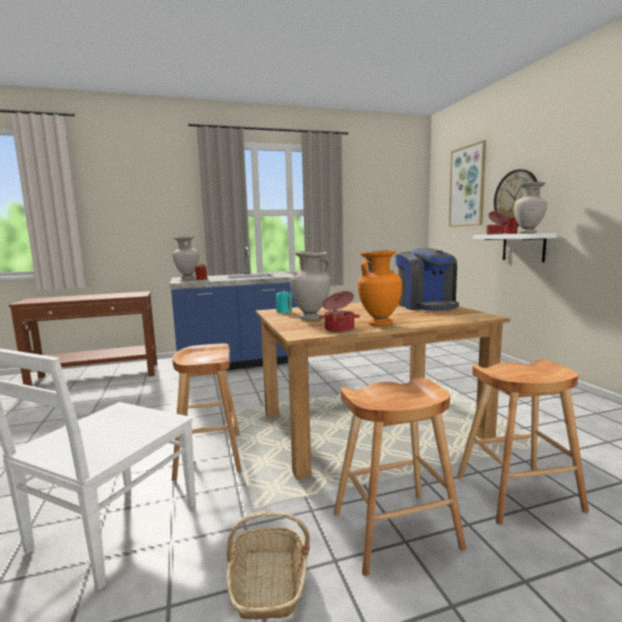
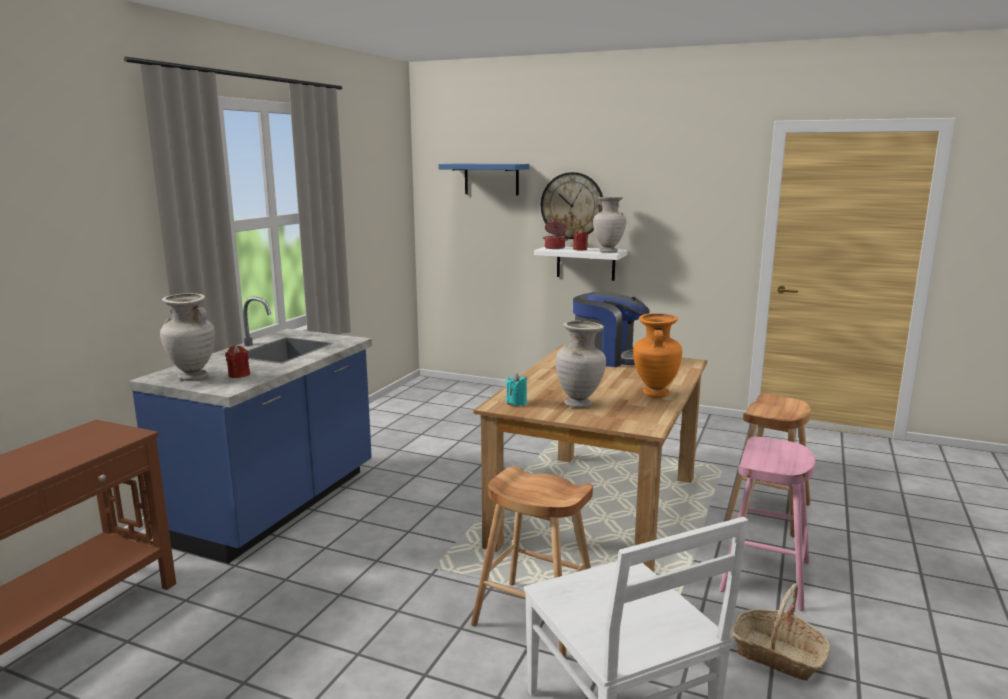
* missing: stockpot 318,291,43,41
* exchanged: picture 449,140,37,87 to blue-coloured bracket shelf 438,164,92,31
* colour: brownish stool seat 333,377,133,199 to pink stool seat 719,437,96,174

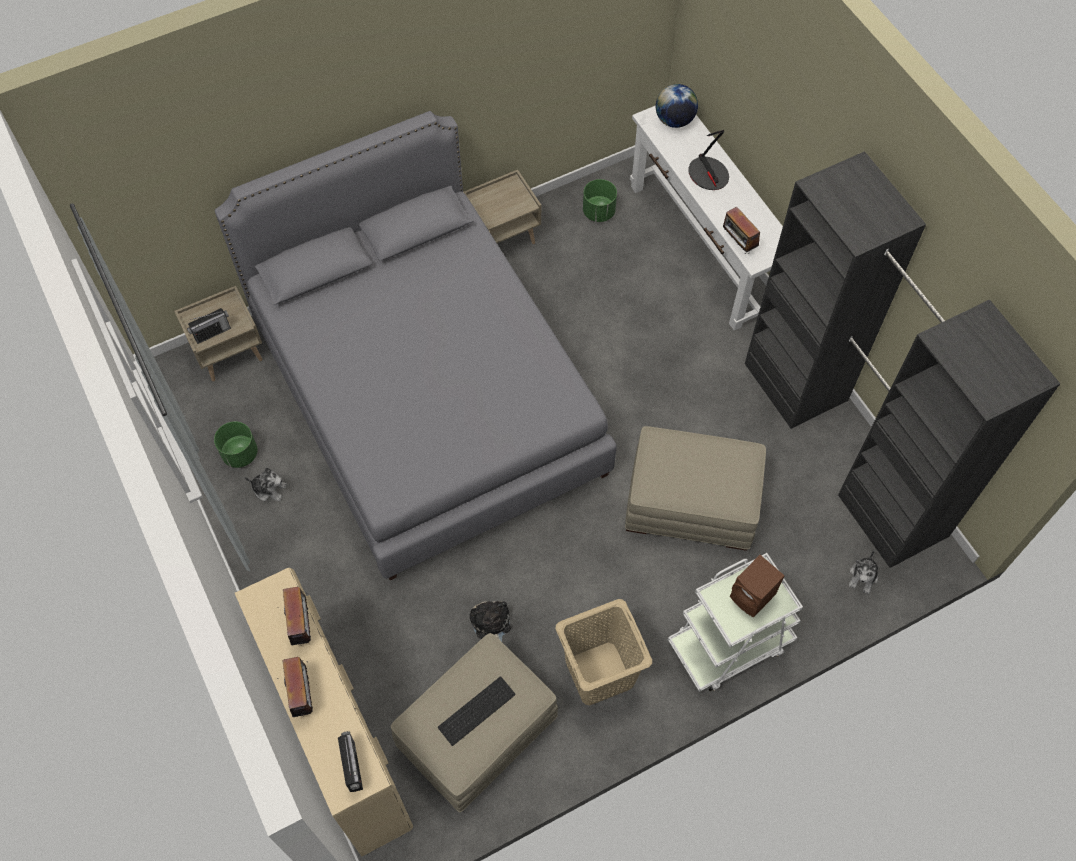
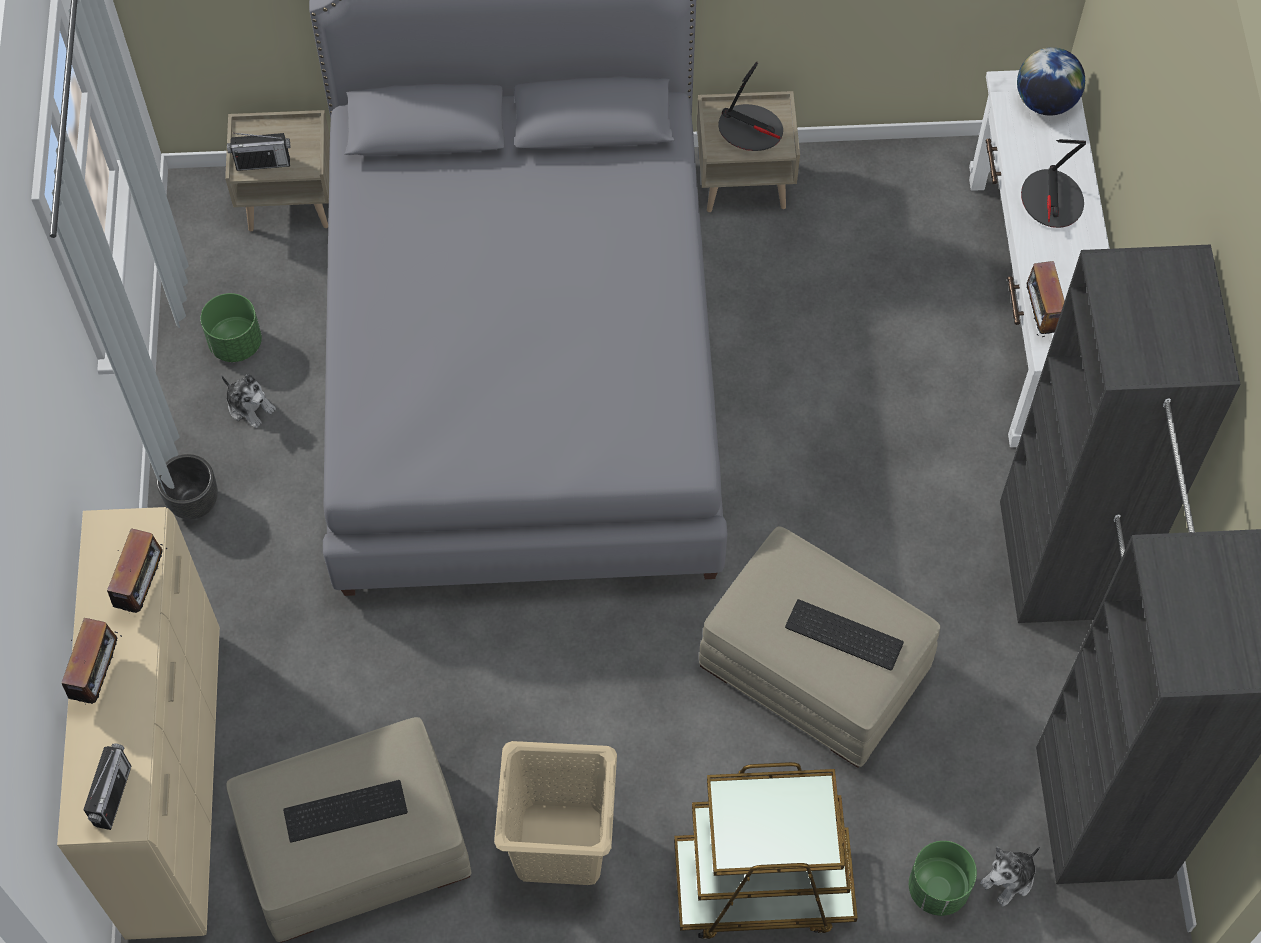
* missing: plush toy 469,601,42,41
* missing: brownish speaker 730,555,55,62
* appeared: black-coloured plant pot 157,454,61,66
* appeared: tabletop lamp 718,61,65,90
* appeared: keyboard 785,599,119,71
* relocated: greenish plant pot 583,179,34,43 to 909,841,68,75
* colour: white-coloured wheeled cart 668,553,135,139 to brownish wheeled cart 674,762,184,178

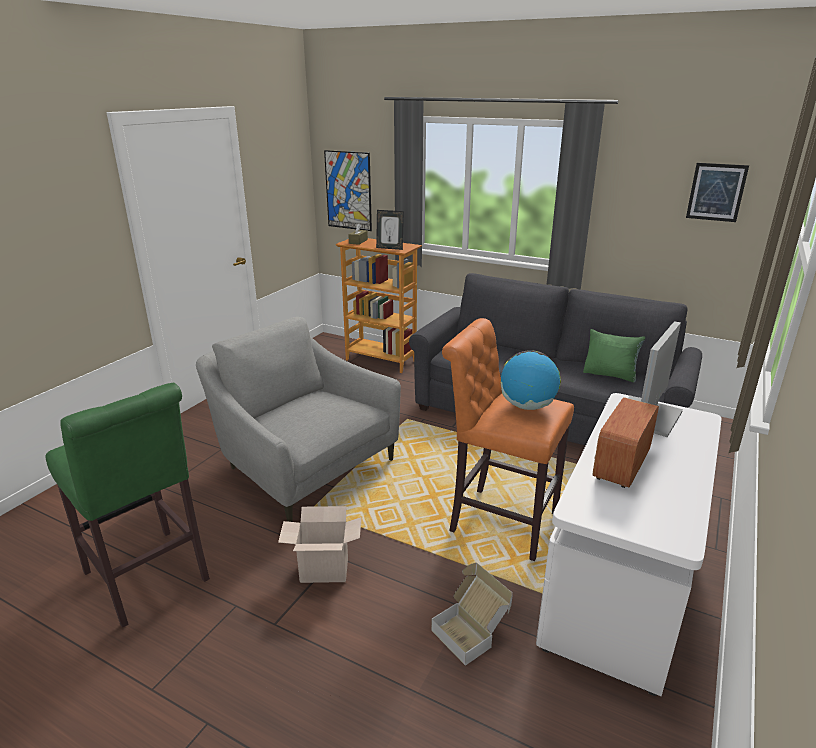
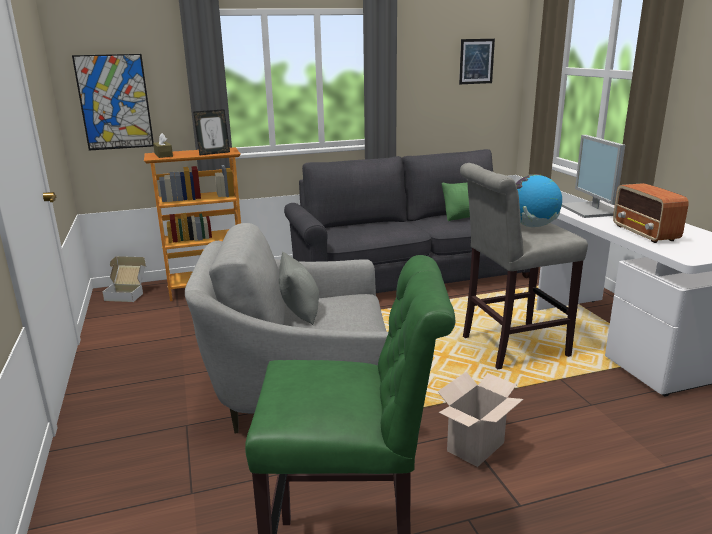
* appeared: gray pillow 279,251,40,74
* relocated: carton 431,563,82,103 to 103,256,43,46
* colour: orangey stool seat 442,318,132,243 to gray stool seat 460,163,128,206

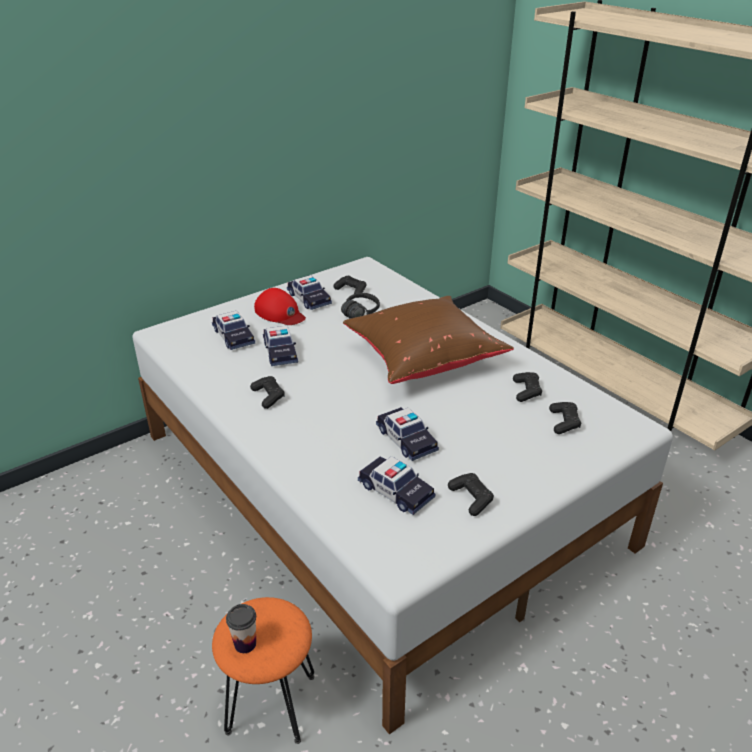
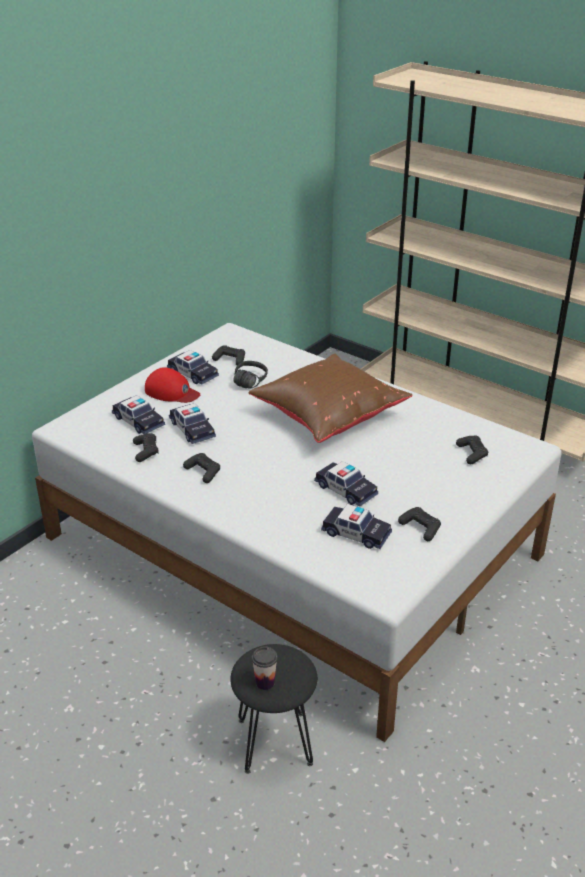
* relocated: black-coloured gamepad 513,372,29,30 to 133,433,25,29
* colour: orangey stool seat 212,597,102,147 to black-coloured stool seat 230,644,87,130

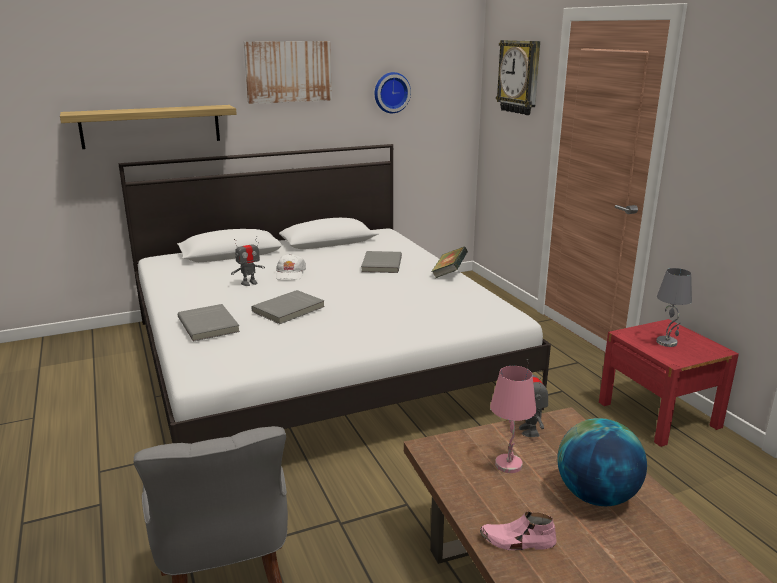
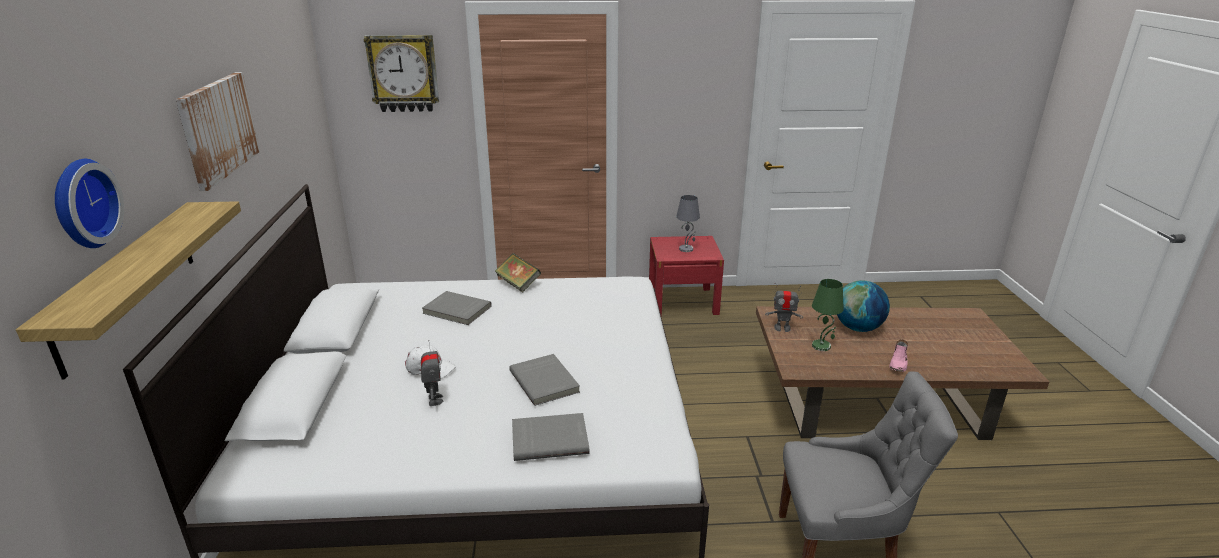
* relocated: hanging clock 375,72,36,41 to 55,159,69,89
* colour: pink tabletop lamp 490,366,46,107 to greenish tabletop lamp 812,279,32,72

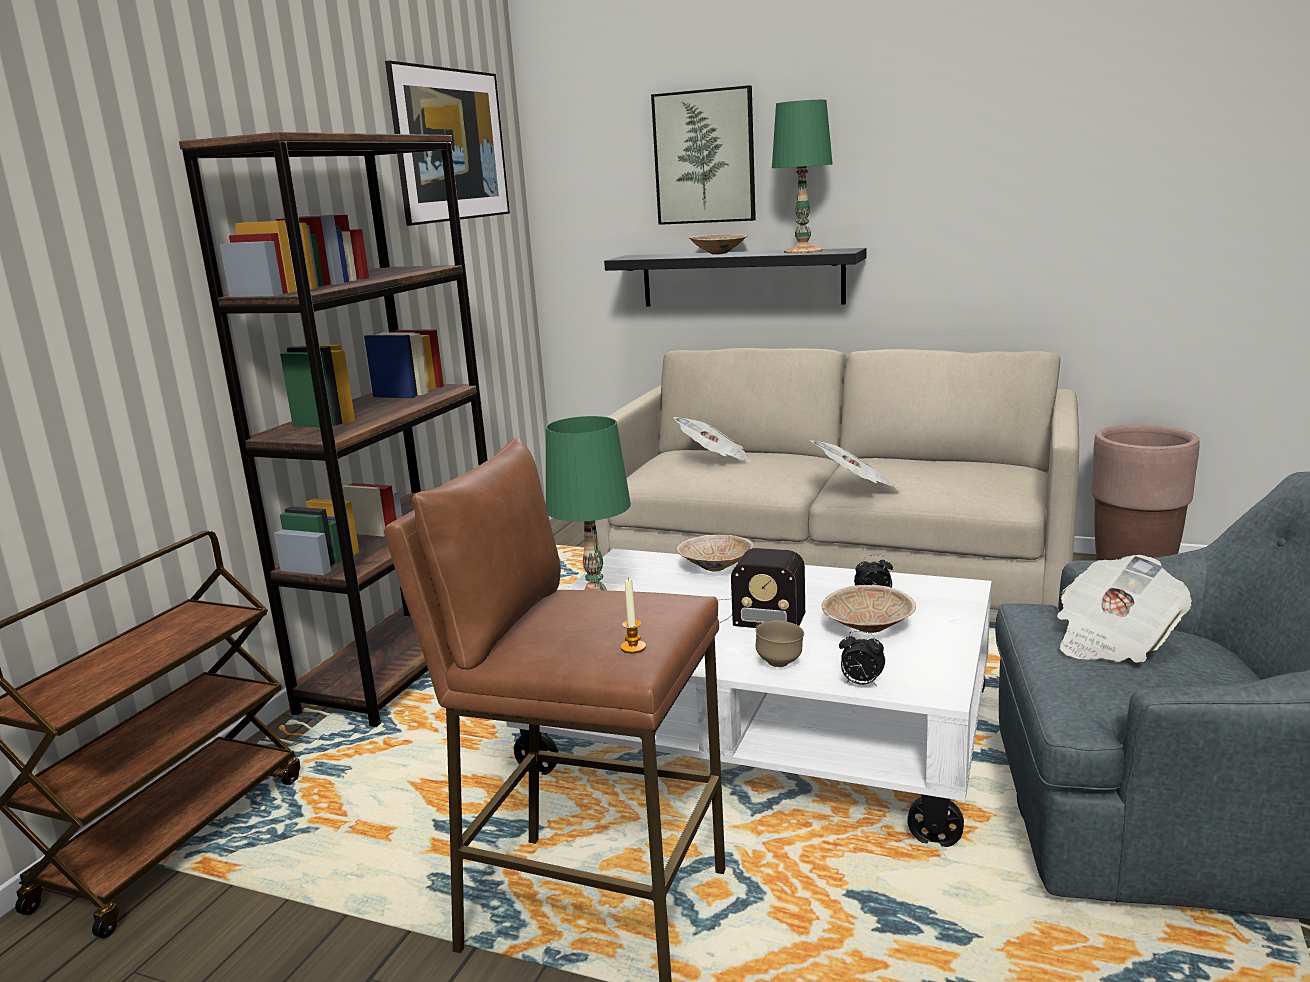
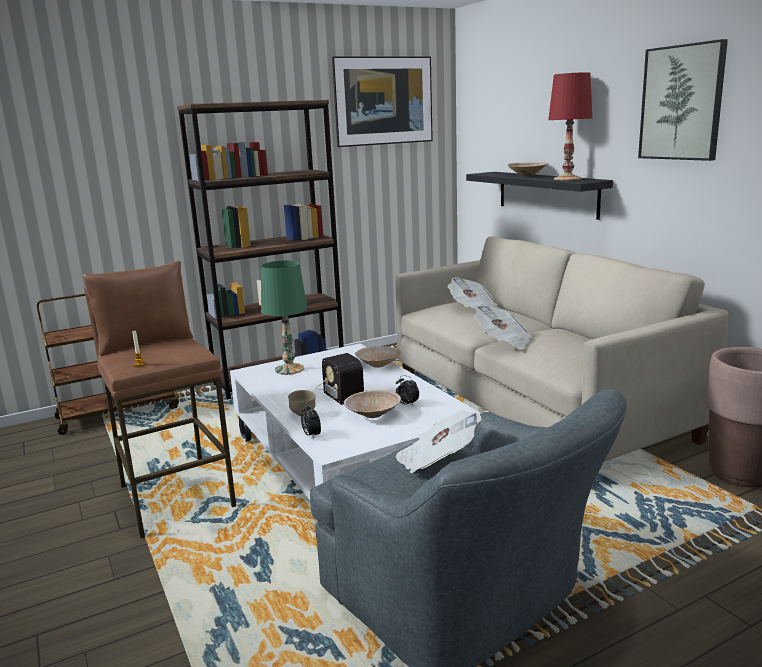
* relocated: picture 651,85,105,140 to 638,39,90,122
* colour: greenish tabletop lamp 772,100,61,153 to red tabletop lamp 548,72,44,108

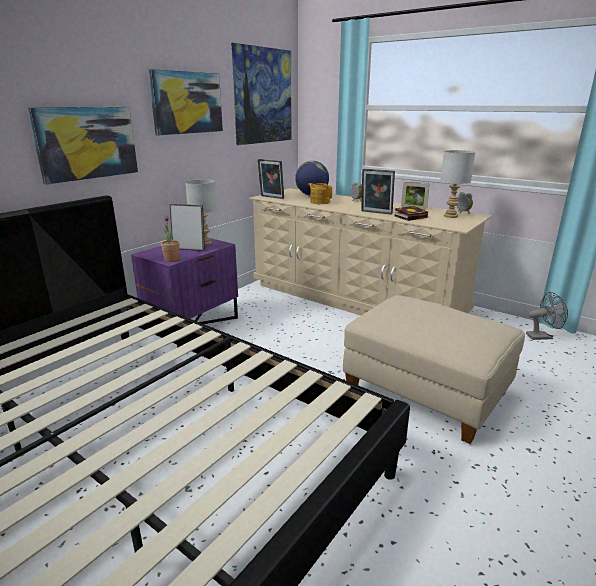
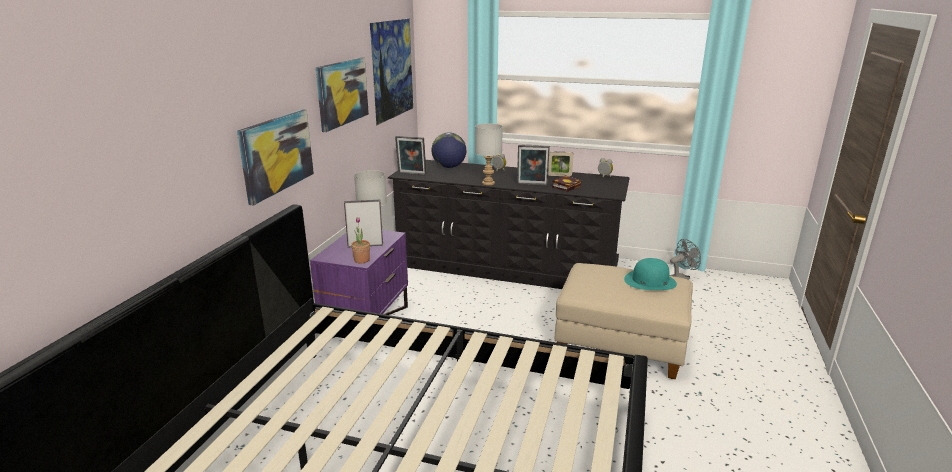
* missing: tea pot 308,183,24,21
* appeared: blue-green clothing hat 624,258,53,32
* relocated: gray tabletop lamp 440,150,35,68 to 475,123,28,62
* colour: beige dresser 249,188,243,128 to black-coloured dresser 388,160,242,129

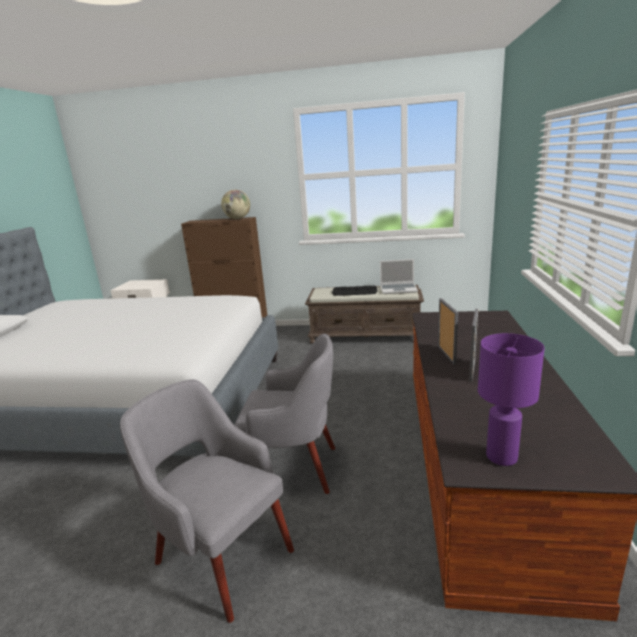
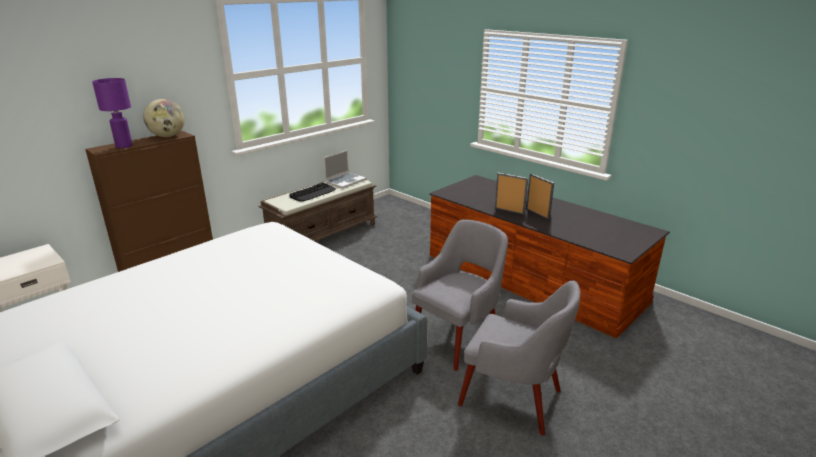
* relocated: purple tabletop lamp 478,333,67,133 to 92,78,40,70
* spun: gray easy chair 120,379,174,244 = 458,280,122,155 135 degrees counterclockwise

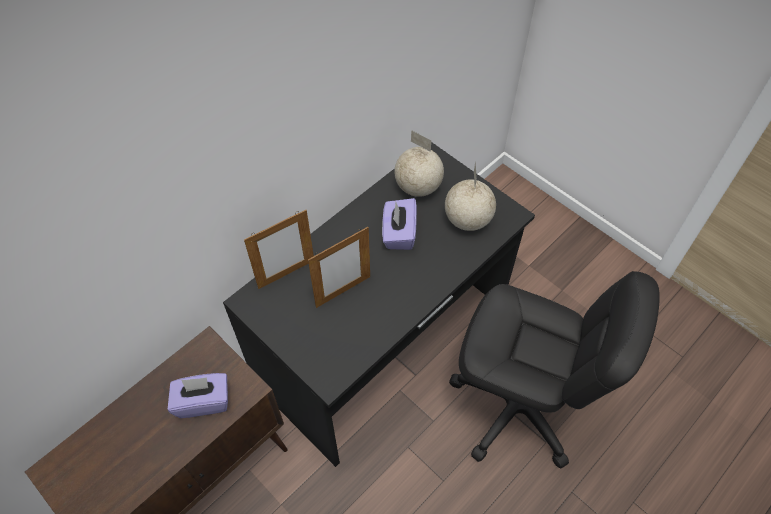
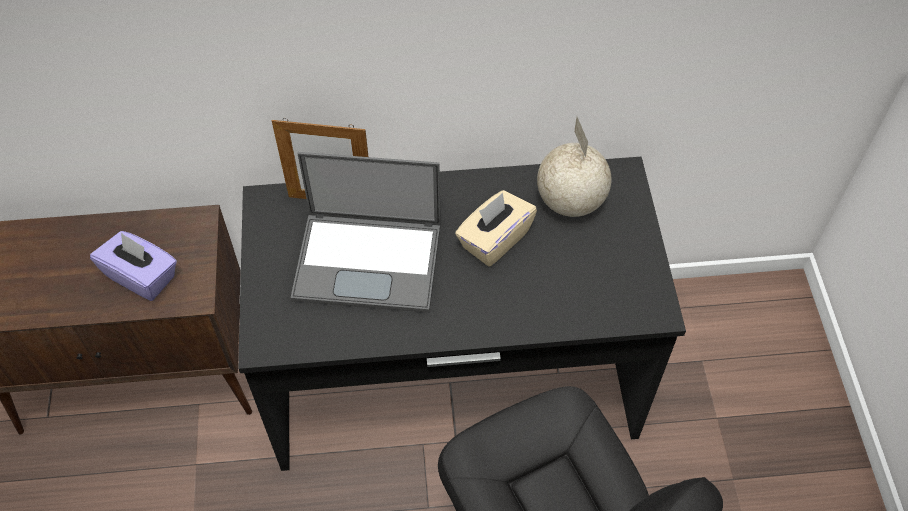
* missing: world globe 445,160,51,71
* exchanged: picture frame 308,227,62,81 to notebook computer 291,152,150,161
* colour: purple tissue holder 382,198,35,52 to beige tissue holder 455,190,82,76

